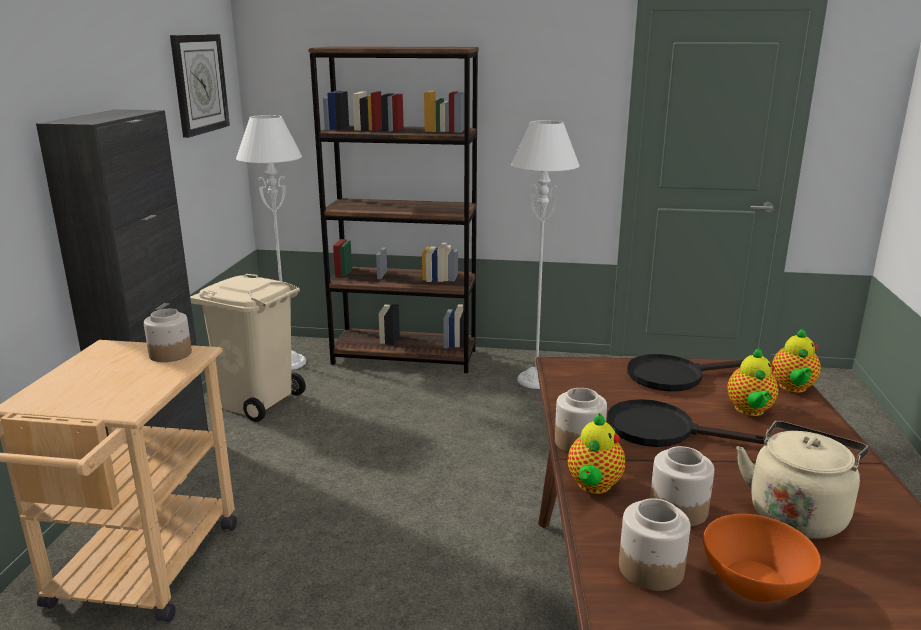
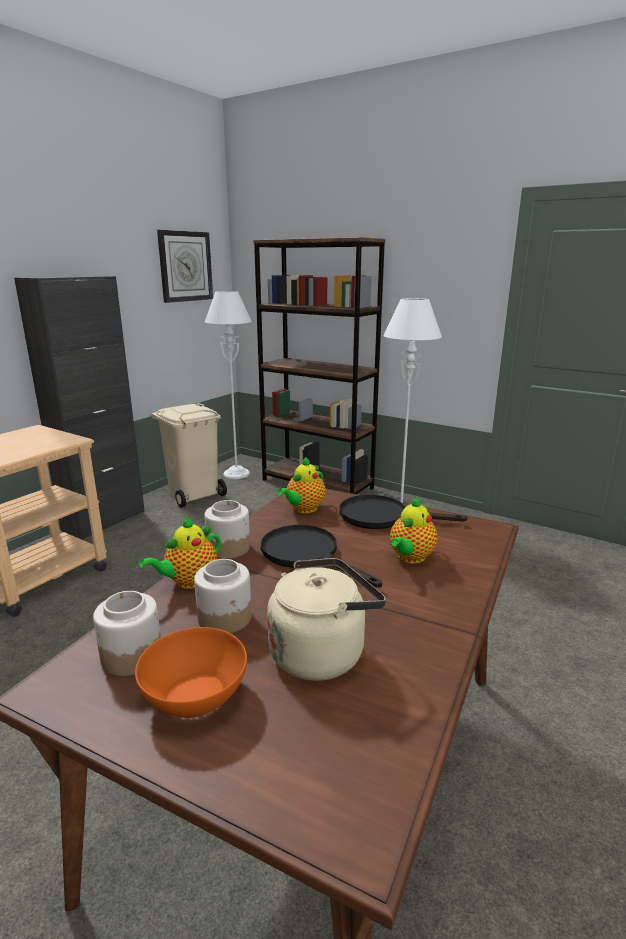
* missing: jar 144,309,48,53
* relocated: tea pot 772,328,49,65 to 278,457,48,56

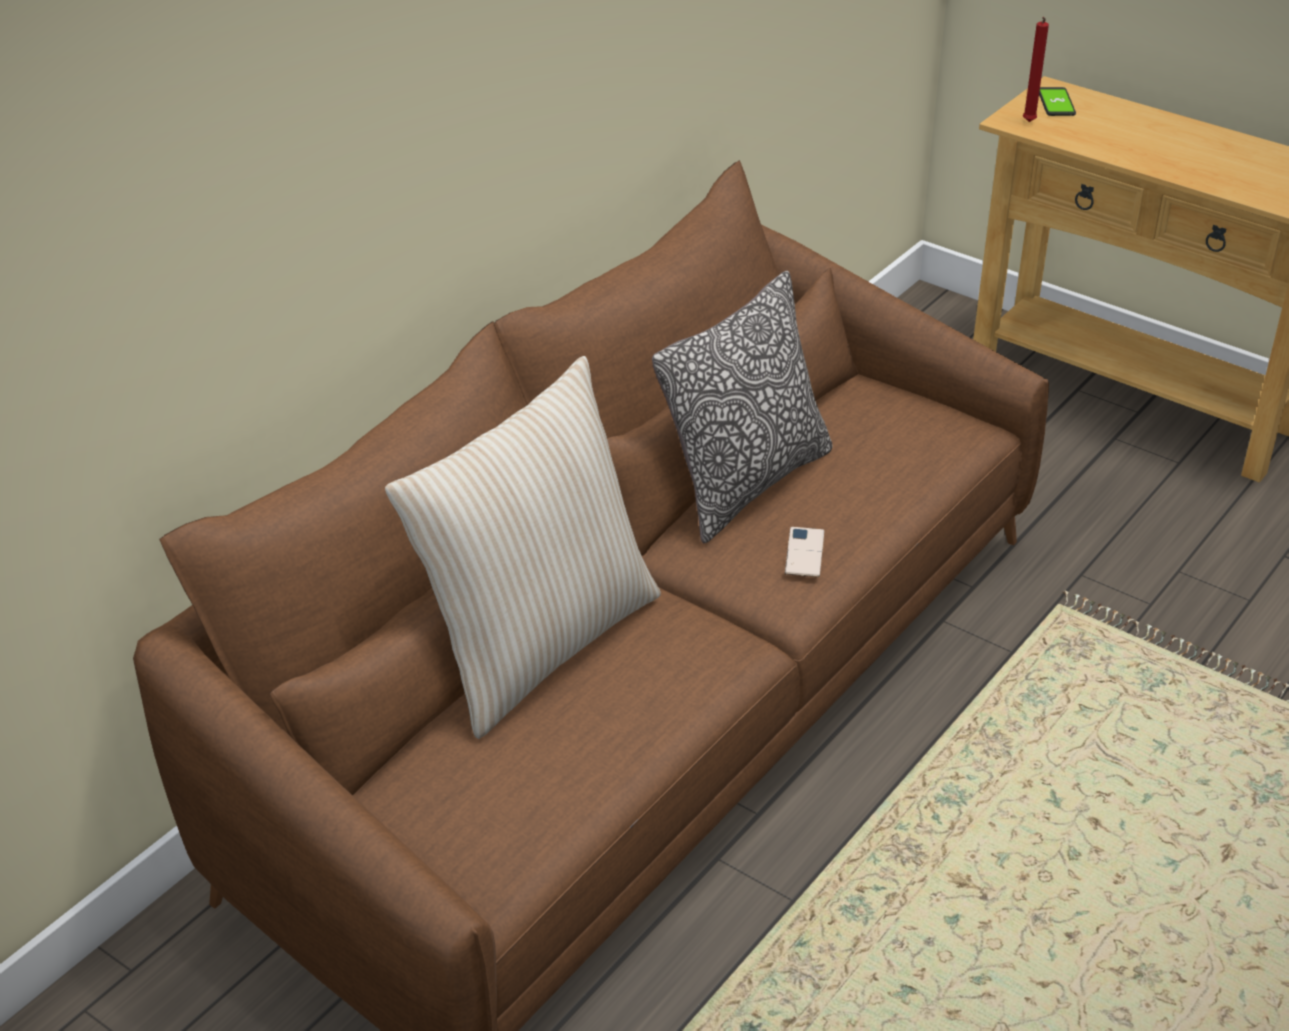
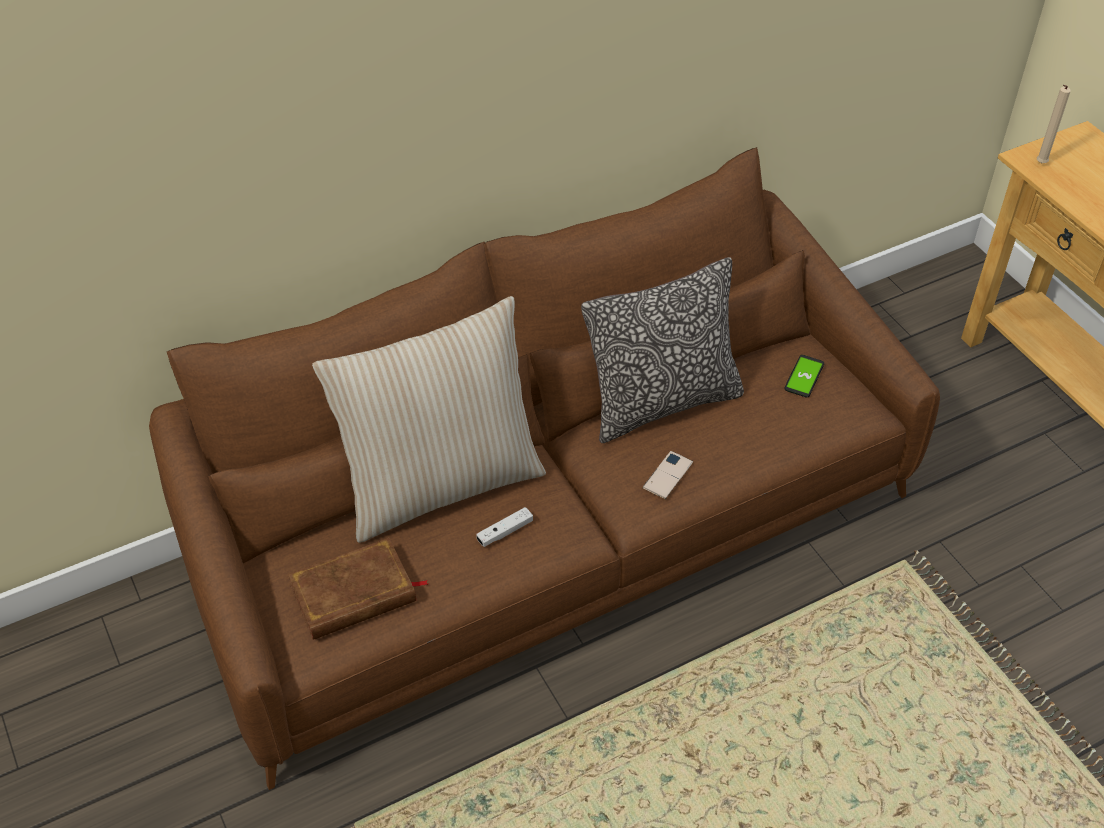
* appeared: brownish bound book 288,538,140,102
* appeared: white-coloured gamepad 476,507,57,40
* relocated: telephone 1039,87,37,29 to 784,355,40,42
* colour: red wax candle 1023,17,26,105 to beige wax candle 1037,85,34,79

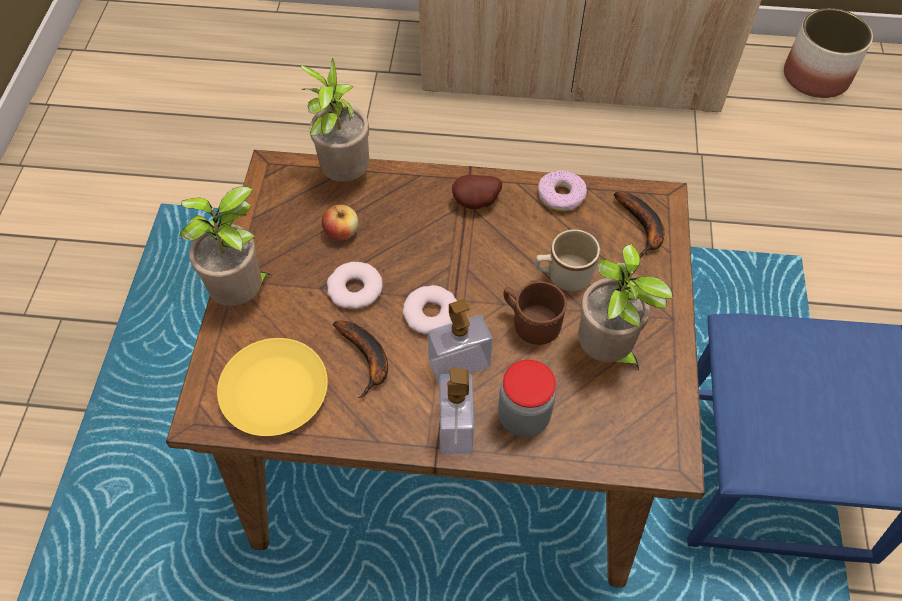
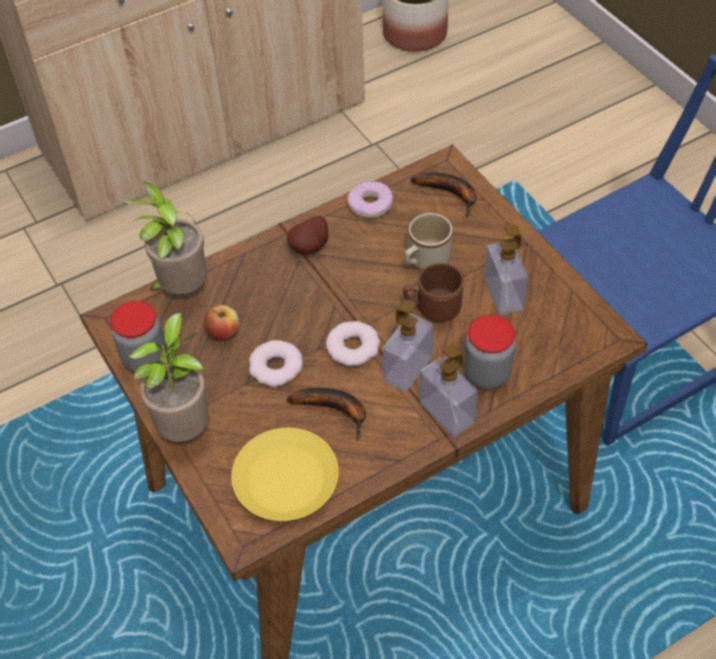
* appeared: jar 110,301,55,71
* exchanged: plant in a pot 578,244,95,126 to soap bottle 484,225,44,90

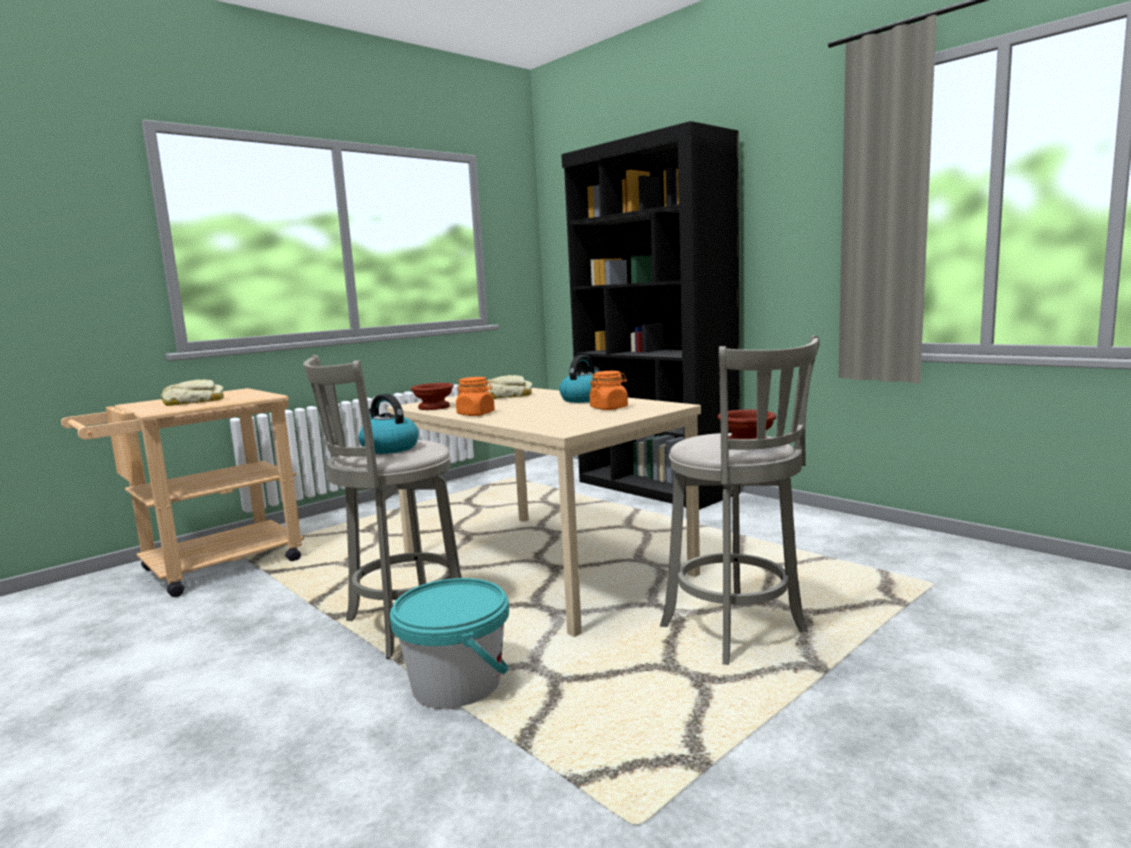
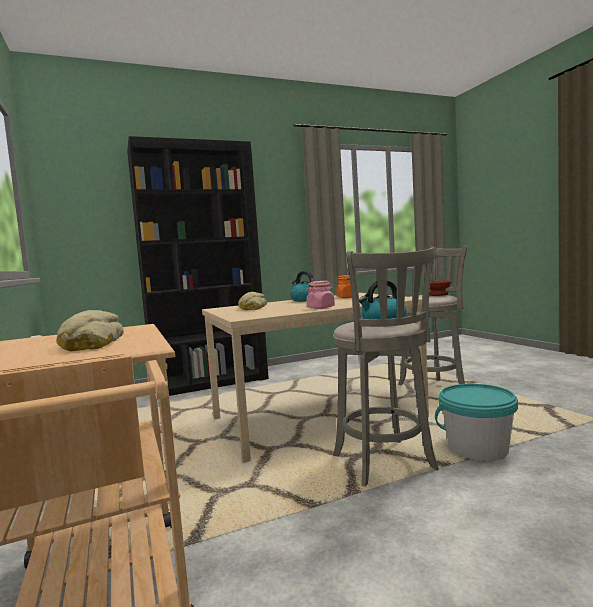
* missing: brownish bowl 411,383,43,27
* colour: orangey jar 456,377,39,39 to pink jar 307,281,28,28

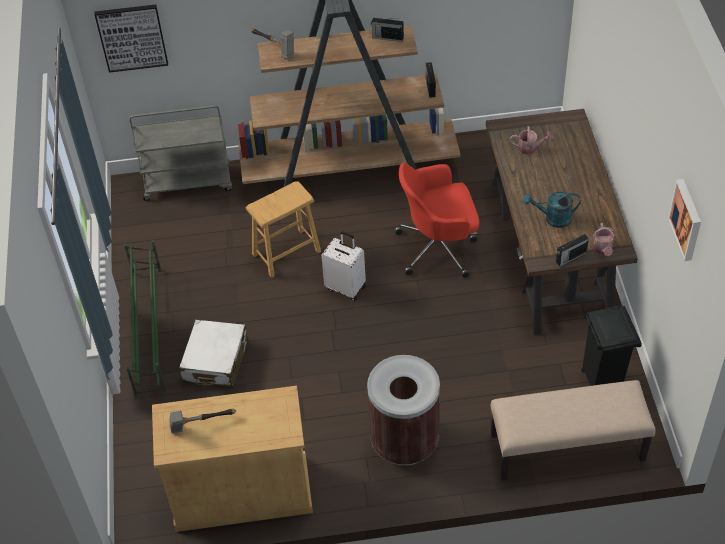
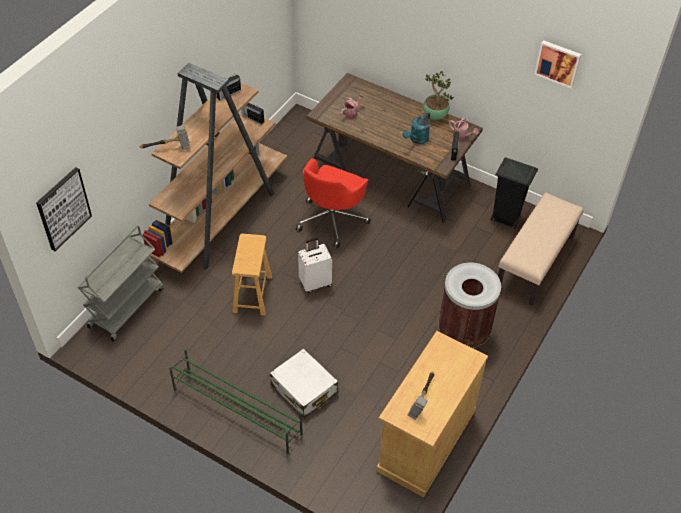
* appeared: plant in a pot 423,71,31,49

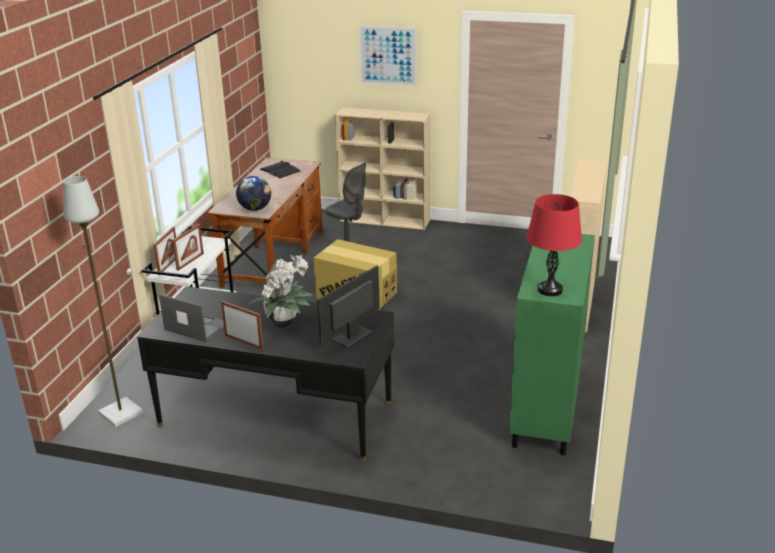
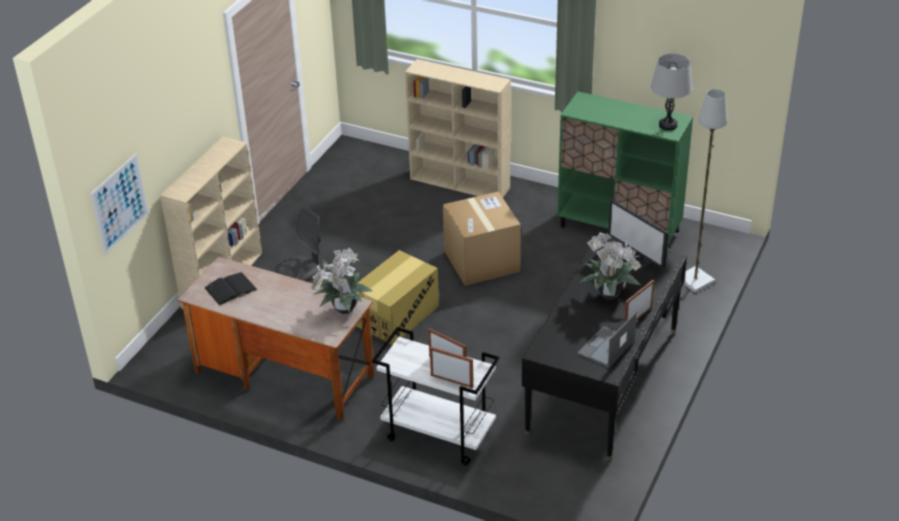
* appeared: carton 443,192,78,94
* relocated: gray standing lamp 63,176,80,251 to 683,89,45,204
* relocated: picture 359,25,58,61 to 90,153,59,102
* exchanged: world globe 236,176,35,35 to plant in a pot 311,247,62,67
* colour: red tabletop lamp 527,194,55,102 to gray tabletop lamp 651,54,41,76

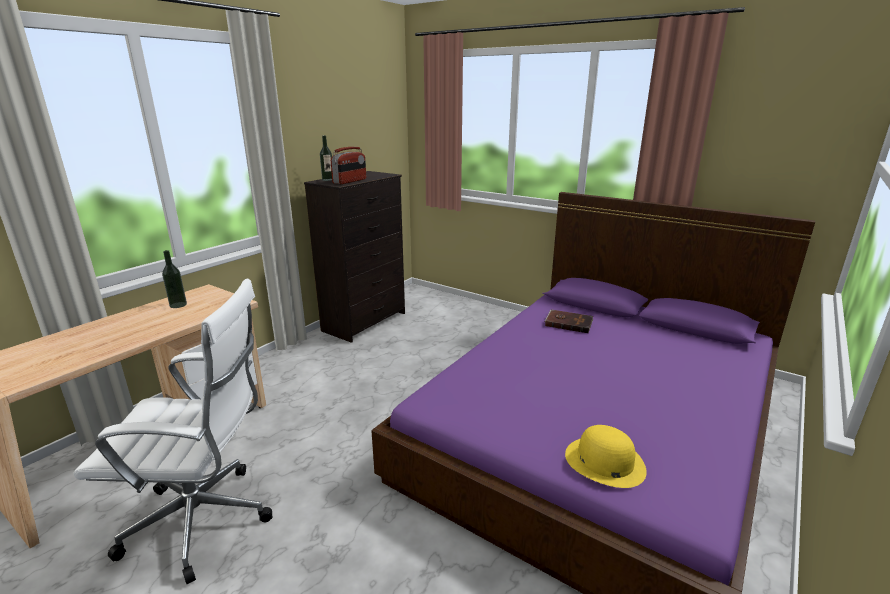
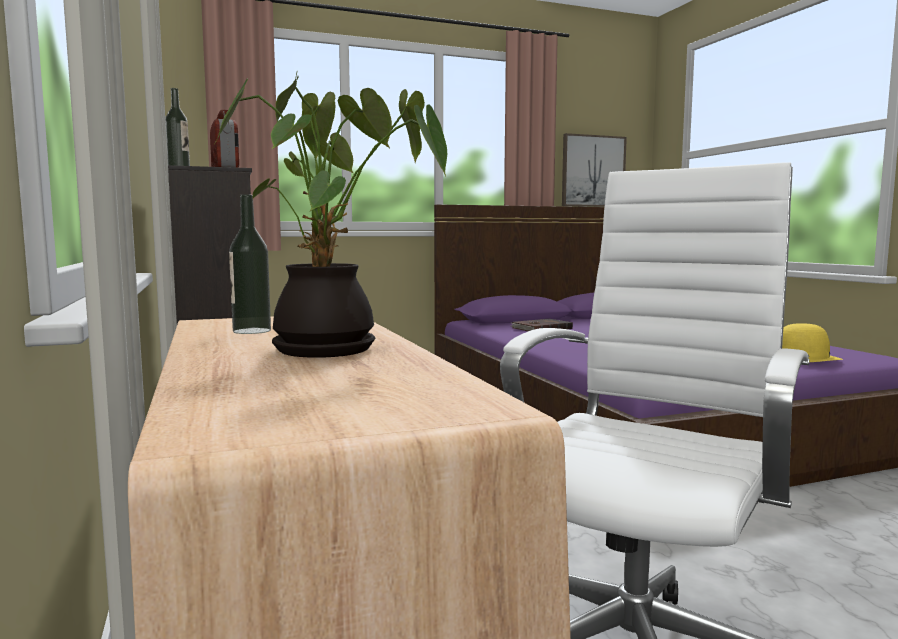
* appeared: plant in a pot 214,73,233,285
* appeared: picture 562,133,65,74

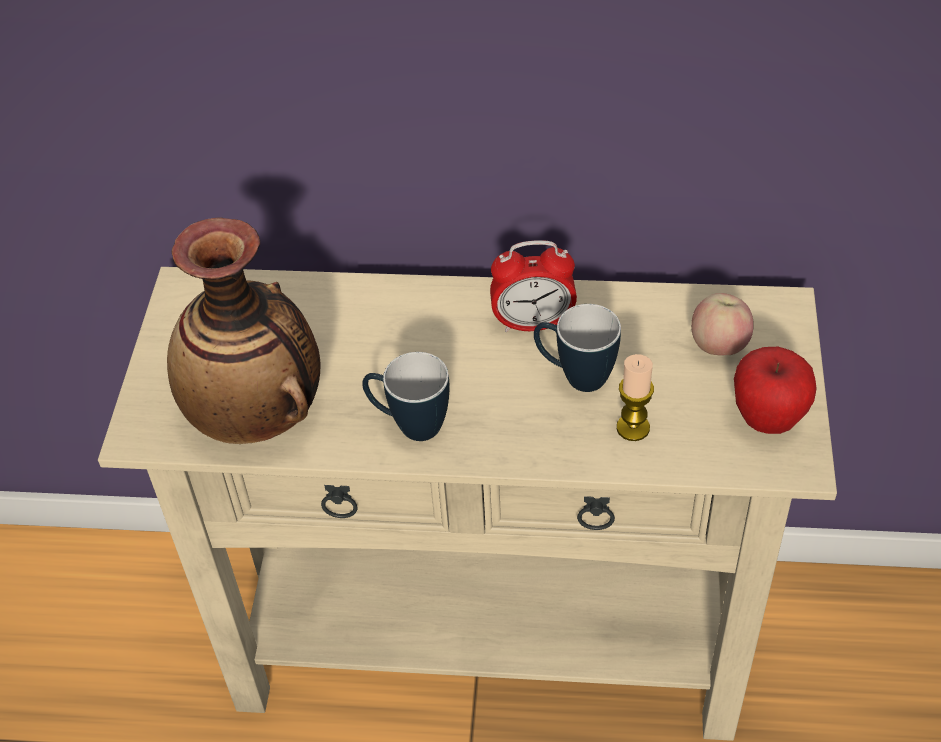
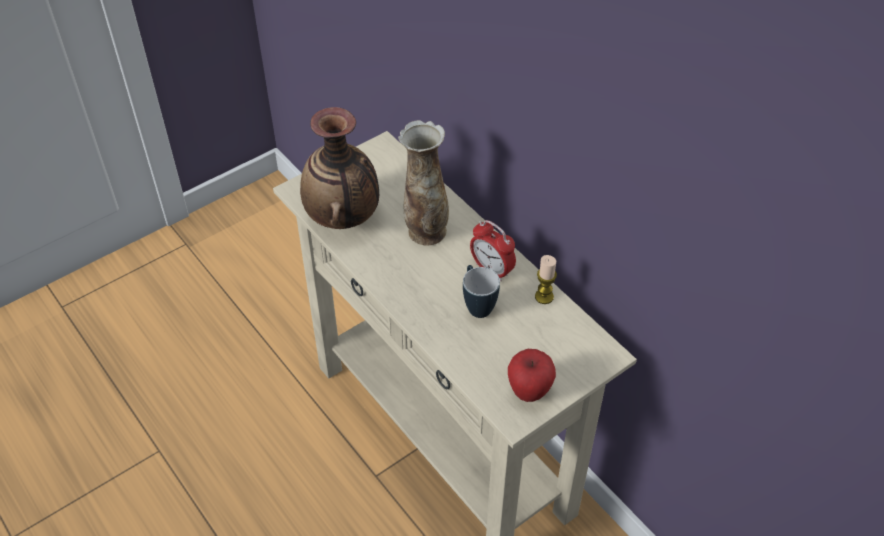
* missing: mug 362,352,88,89
* missing: apple fruit 691,293,63,63
* appeared: flower vase 398,120,51,126
* relocated: wax candle 617,354,37,87 to 535,255,22,49

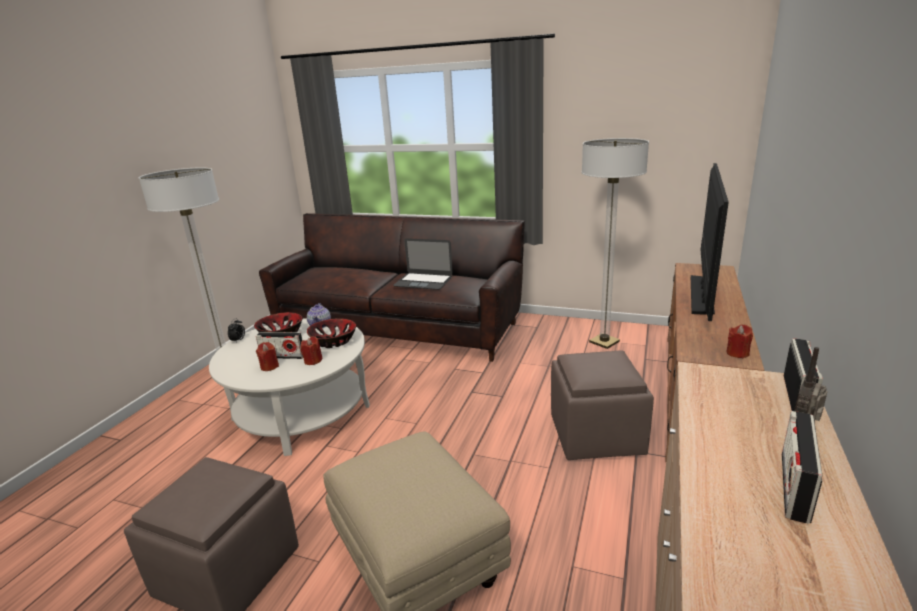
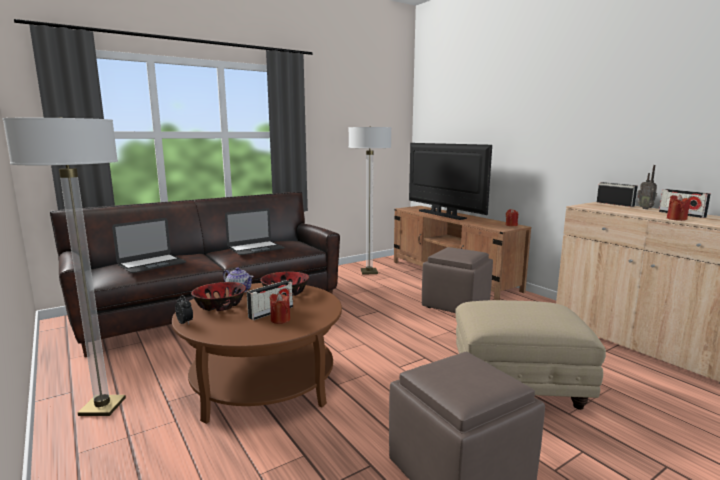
* appeared: notebook computer 112,218,74,55
* relocated: red wax candle 300,336,22,29 to 667,194,23,27
* colour: white-coloured lounge table 209,318,161,138 to brownish lounge table 172,283,170,141

